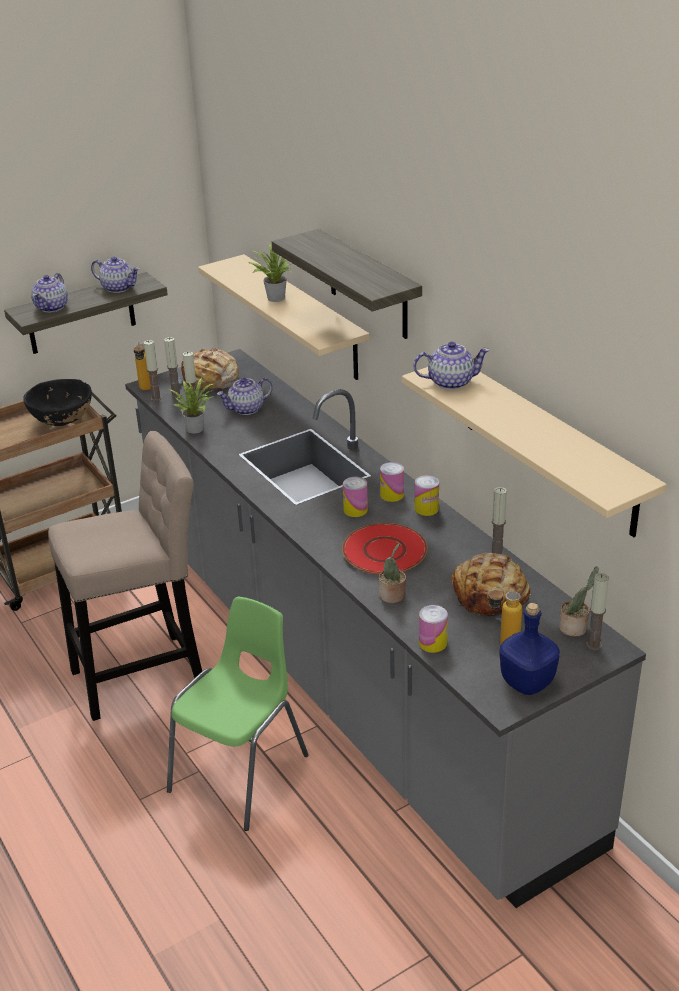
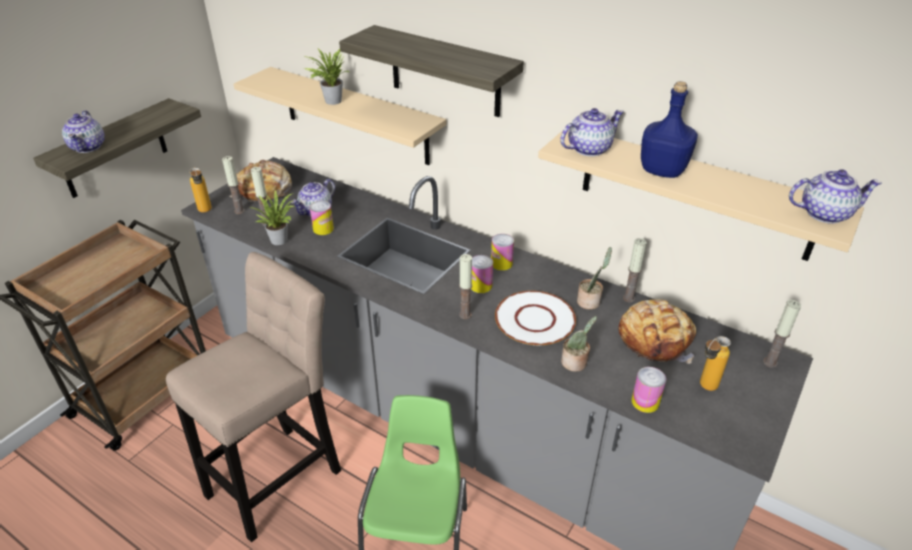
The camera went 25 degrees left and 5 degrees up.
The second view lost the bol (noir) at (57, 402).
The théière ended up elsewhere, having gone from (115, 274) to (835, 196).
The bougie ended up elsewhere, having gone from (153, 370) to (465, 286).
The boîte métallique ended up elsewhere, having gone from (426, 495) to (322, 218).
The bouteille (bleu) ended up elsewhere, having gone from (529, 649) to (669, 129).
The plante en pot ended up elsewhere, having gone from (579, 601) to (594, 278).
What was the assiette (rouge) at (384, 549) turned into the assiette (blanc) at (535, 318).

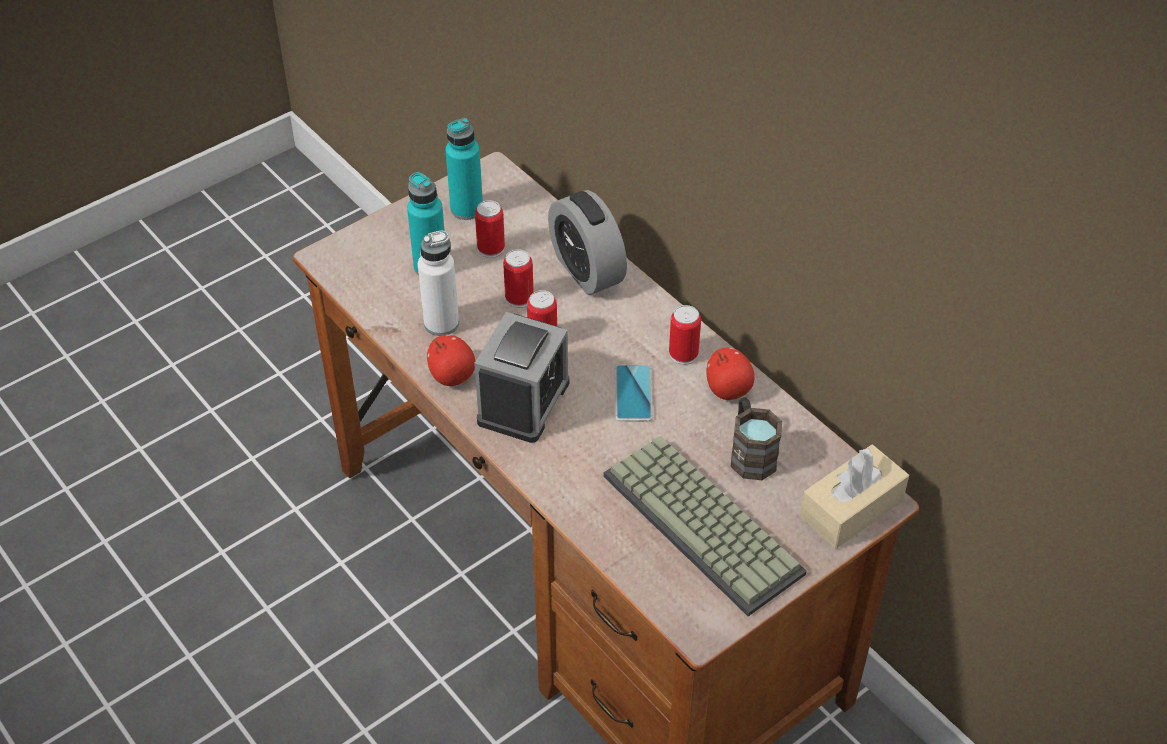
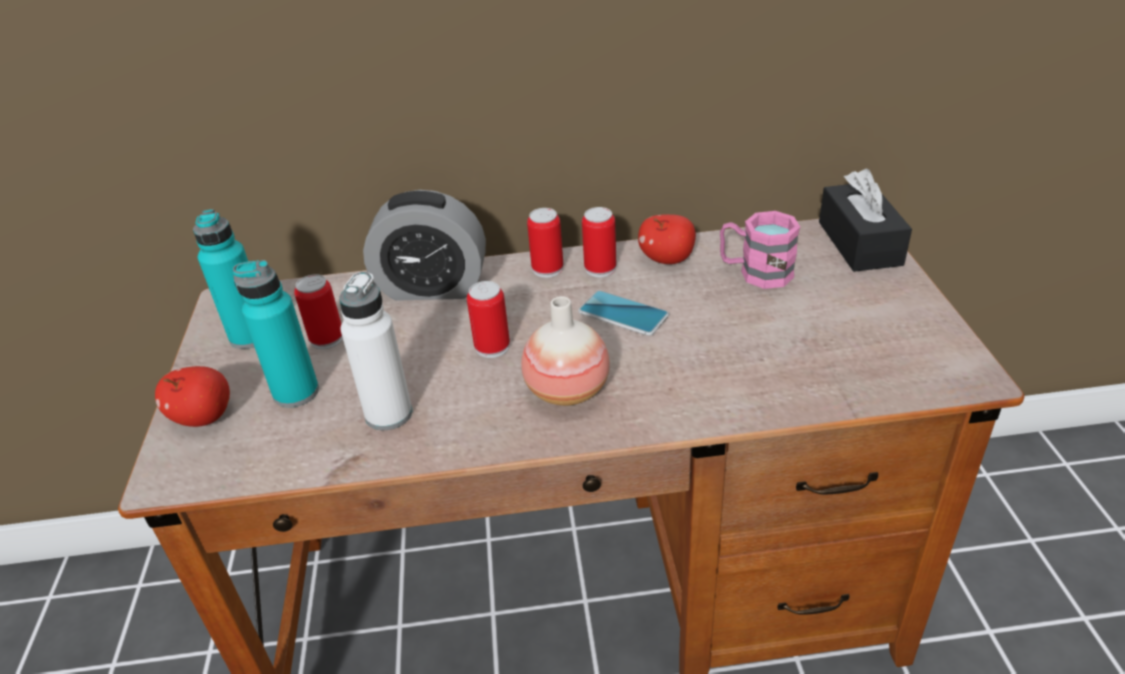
The camera went 55 degrees left and 10 degrees down.
The second view lost the clavier at (705, 526).
The pomme ended up elsewhere, having gone from (451, 360) to (192, 396).
The boîte métallique ended up elsewhere, having gone from (518, 278) to (545, 243).
Where the réveil stood at (522, 377), the vase came to stand at (565, 351).
What was the mug (marron) at (756, 438) turned into the mug (rose) at (760, 250).
What was the boîte à mouchoirs (beige) at (854, 497) turned into the boîte à mouchoirs (noir) at (865, 220).

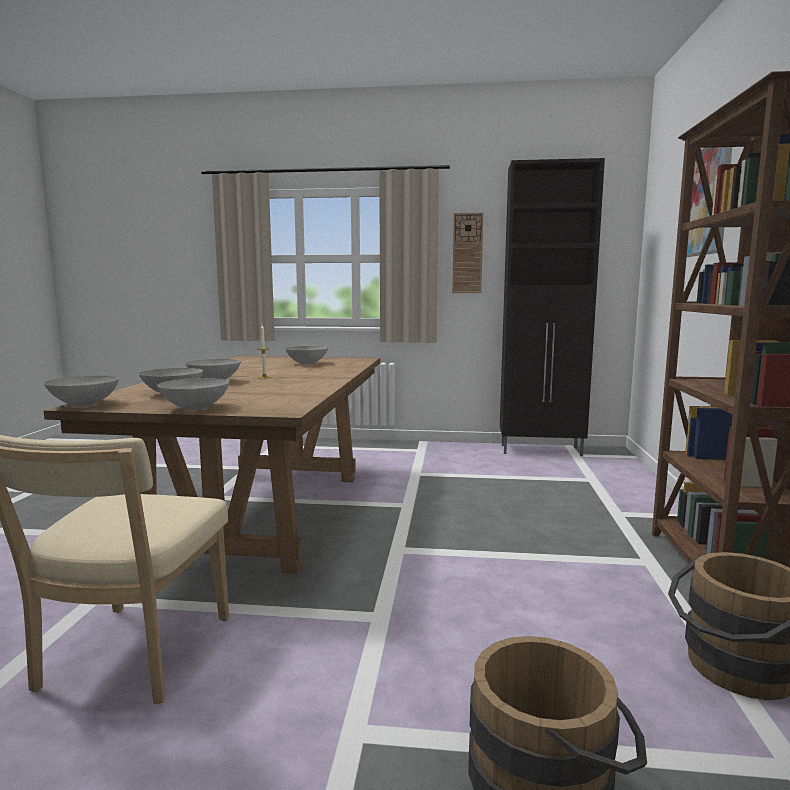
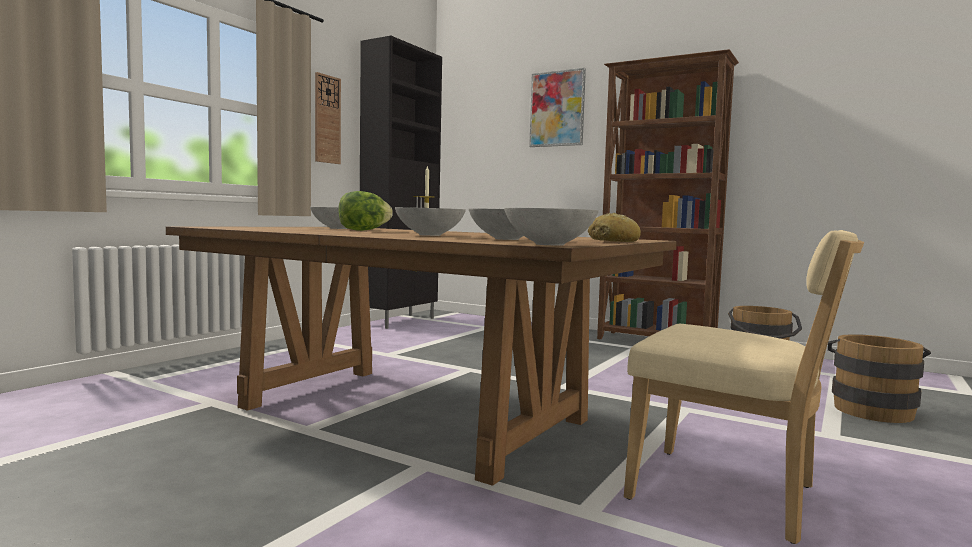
The camera went 65 degrees left and 5 degrees down.
The second view gained the laitue at (365, 211).
Where the bol (gris) stood at (193, 394), the pain came to stand at (614, 227).

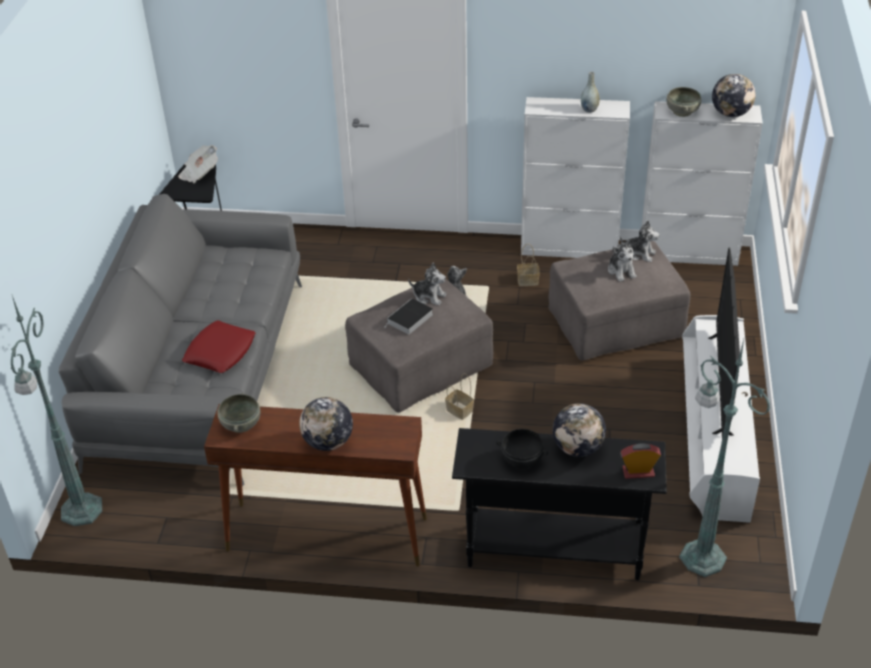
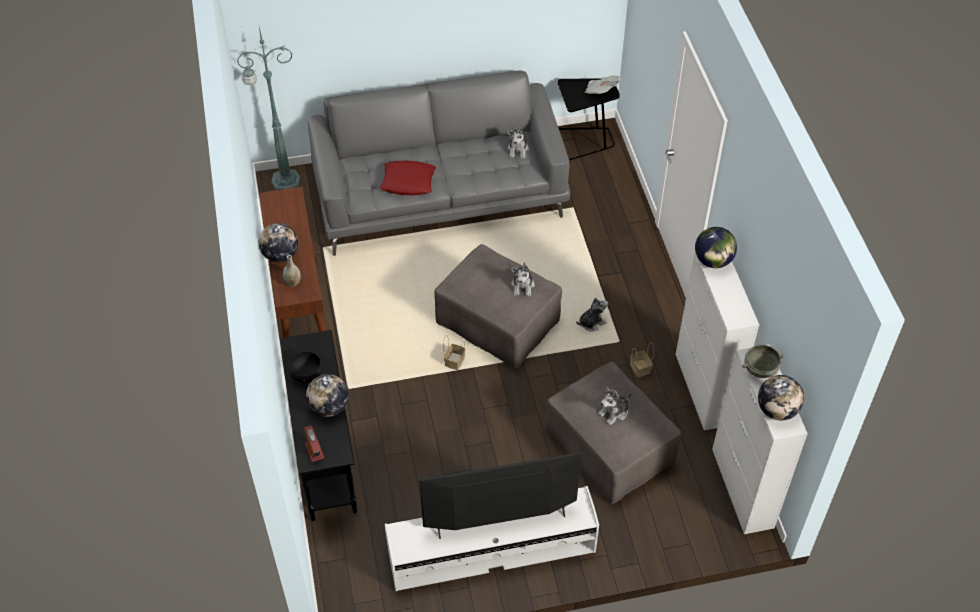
The camera went 70 degrees right and 10 degrees up.
The second view lost the bol (gris) at (238, 413).
The second view lost the livre at (408, 316).
The second view lost the lampadaire (vert) at (725, 458).
The second view gained the globe at (716, 247).
The vase (gris) ended up elsewhere, having gone from (590, 92) to (292, 271).
The peluche ended up elsewhere, having gone from (640, 241) to (518, 142).

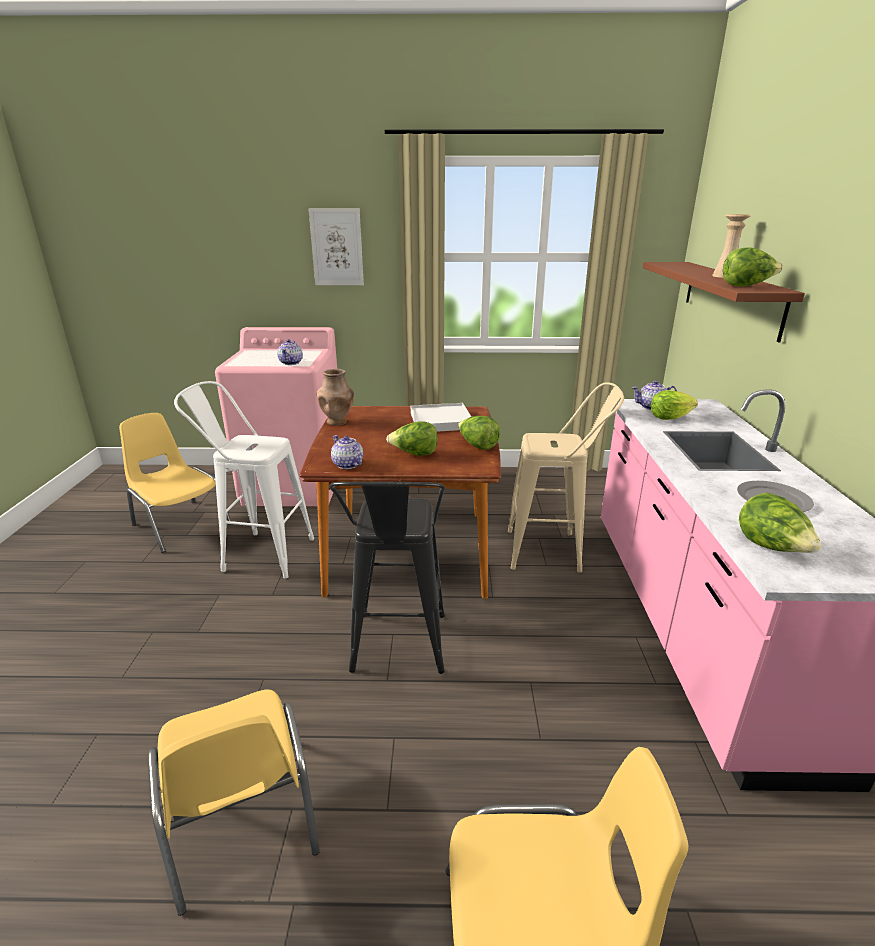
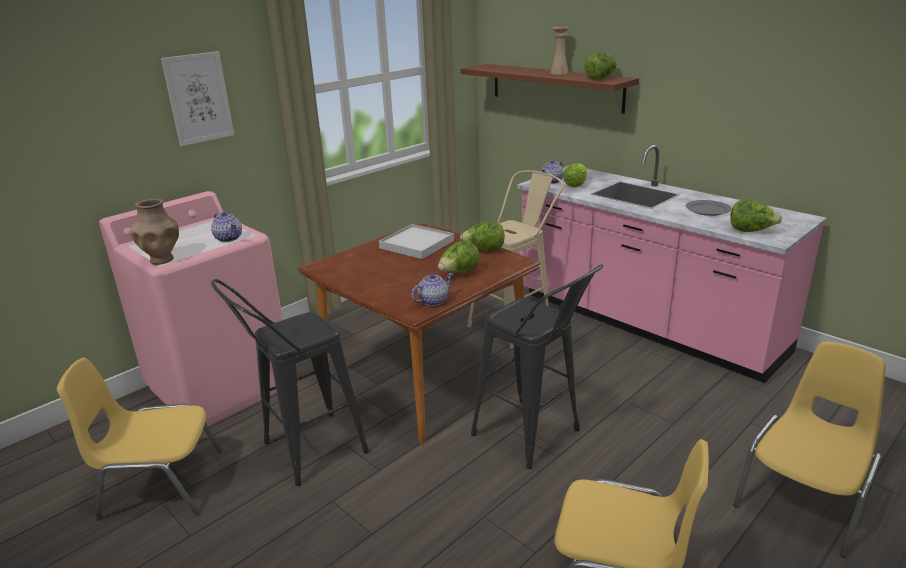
The camera went 45 degrees left and 0 degrees up.
The vase (marron) ended up elsewhere, having gone from (335, 397) to (154, 232).
What was the tabouret (blanc) at (244, 480) turned into the tabouret (noir) at (290, 382).
The théière at (347, 452) ended up facing another way, 135 degrees clockwise from before.

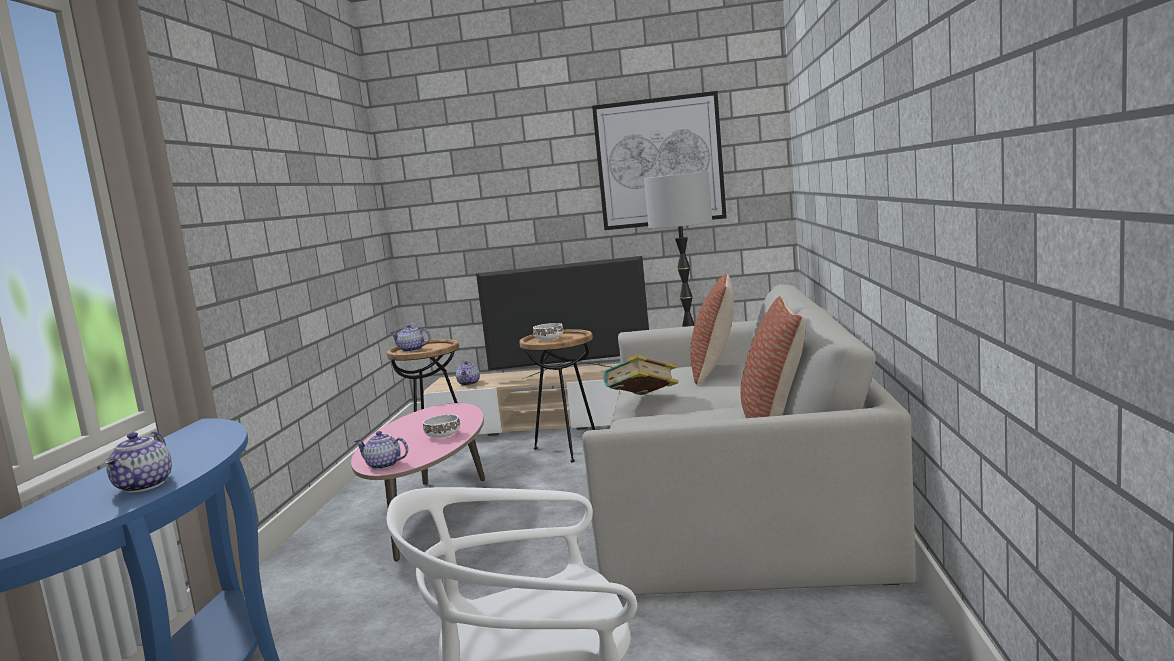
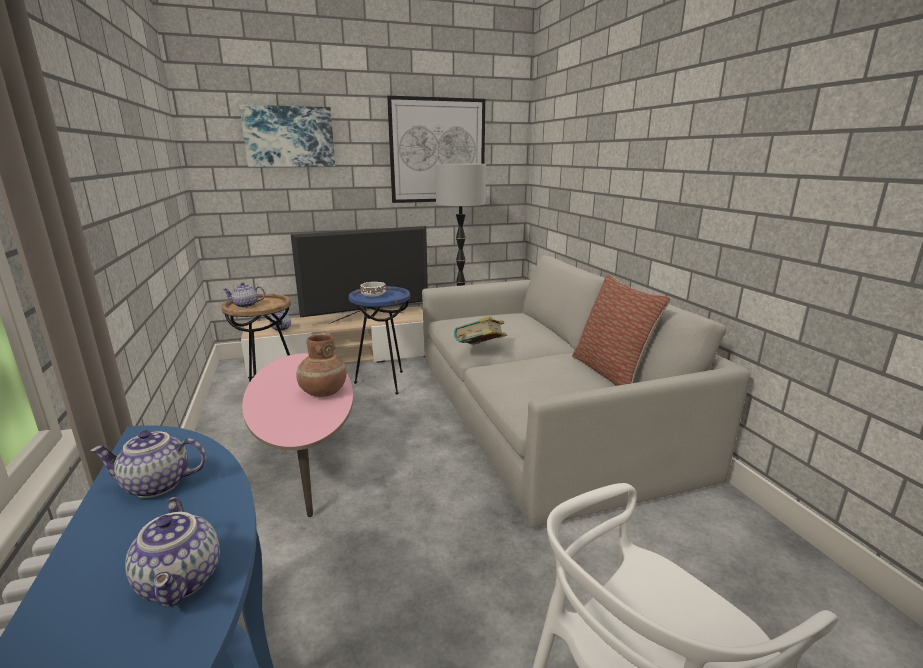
The camera went 25 degrees left and 10 degrees up.
The second view lost the coussin at (712, 329).
The second view gained the tableau at (287, 136).
The théière ended up elsewhere, having gone from (381, 450) to (148, 464).
Where the bol (blanc) stood at (441, 426), the vase (marron) came to stand at (321, 365).
What was the table d'appoint (marron) at (557, 395) turned into the table d'appoint (bleu) at (379, 340).

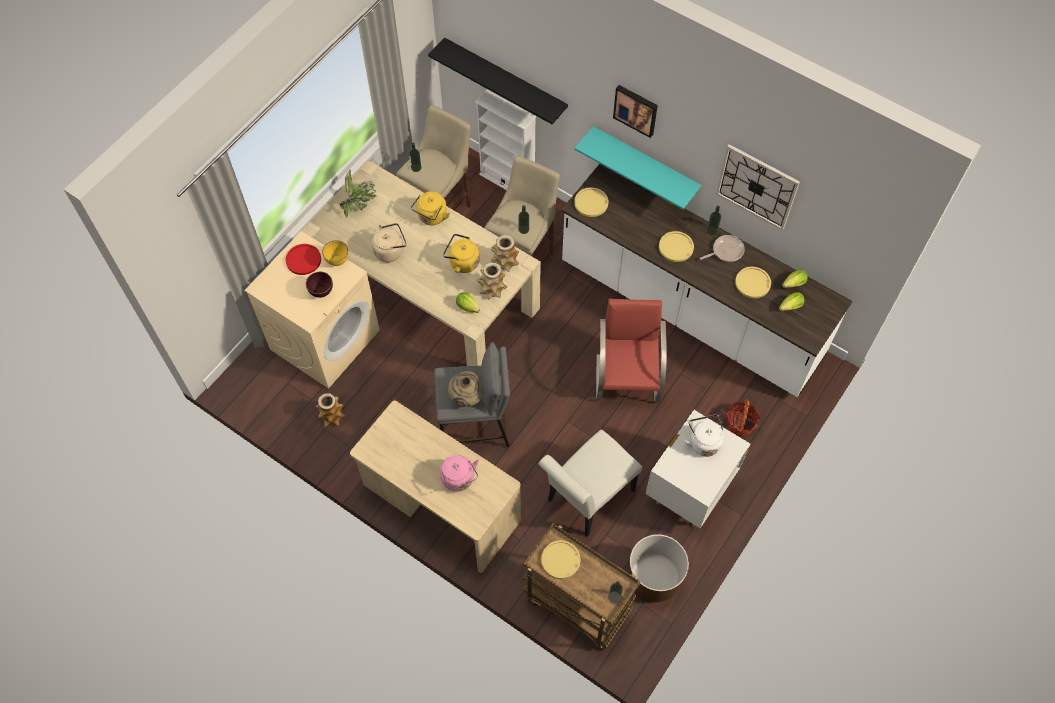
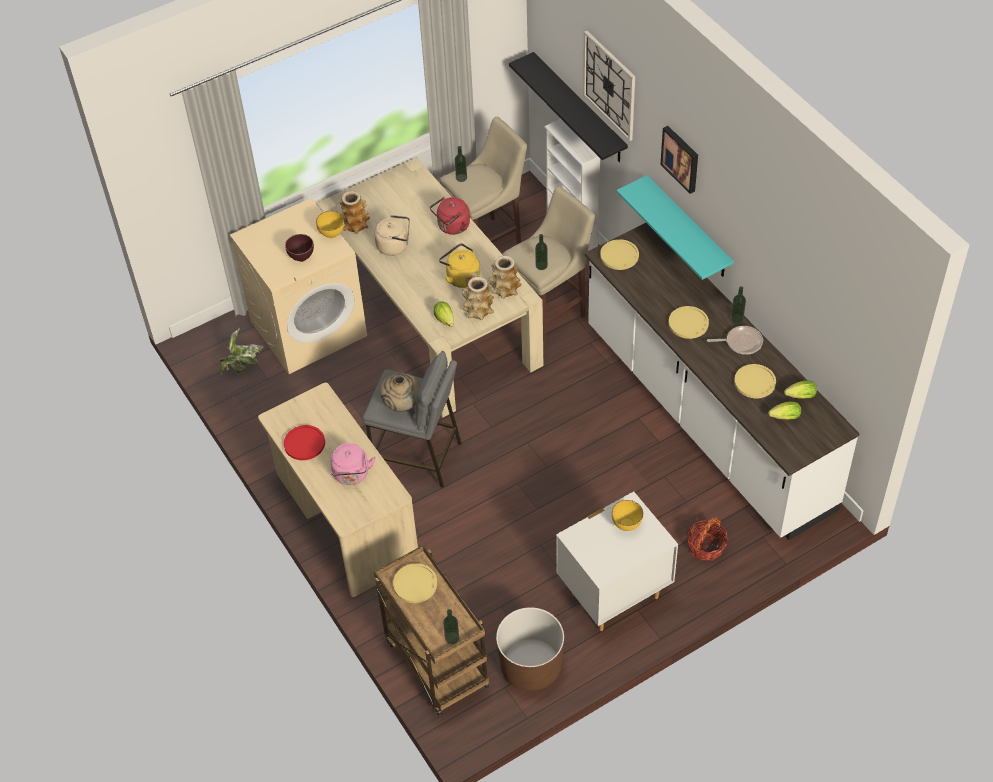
The camera went 25 degrees right and 10 degrees down.
The second view lost the chaise (blanc) at (590, 483).
The second view lost the chaise (rouge) at (631, 350).
The assiette (rouge) ended up elsewhere, having gone from (303, 259) to (304, 442).
The vase ended up elsewhere, having gone from (331, 410) to (354, 212).
The plante en pot ended up elsewhere, having gone from (358, 193) to (242, 350).
The horloge murale ended up elsewhere, having gone from (758, 187) to (609, 86).
Where the bouilloire (blanc) stood at (704, 436), the bol (jaune) came to stand at (627, 515).
What was the bouilloire (jaune) at (430, 208) turned into the bouilloire (rouge) at (450, 216).

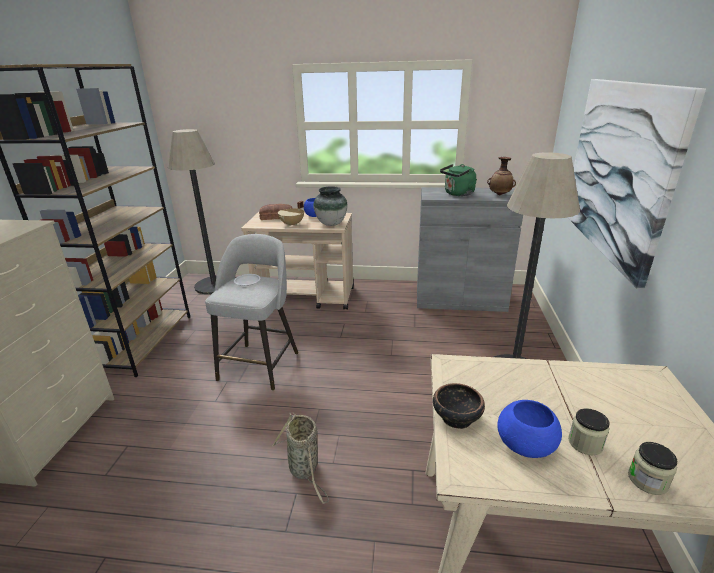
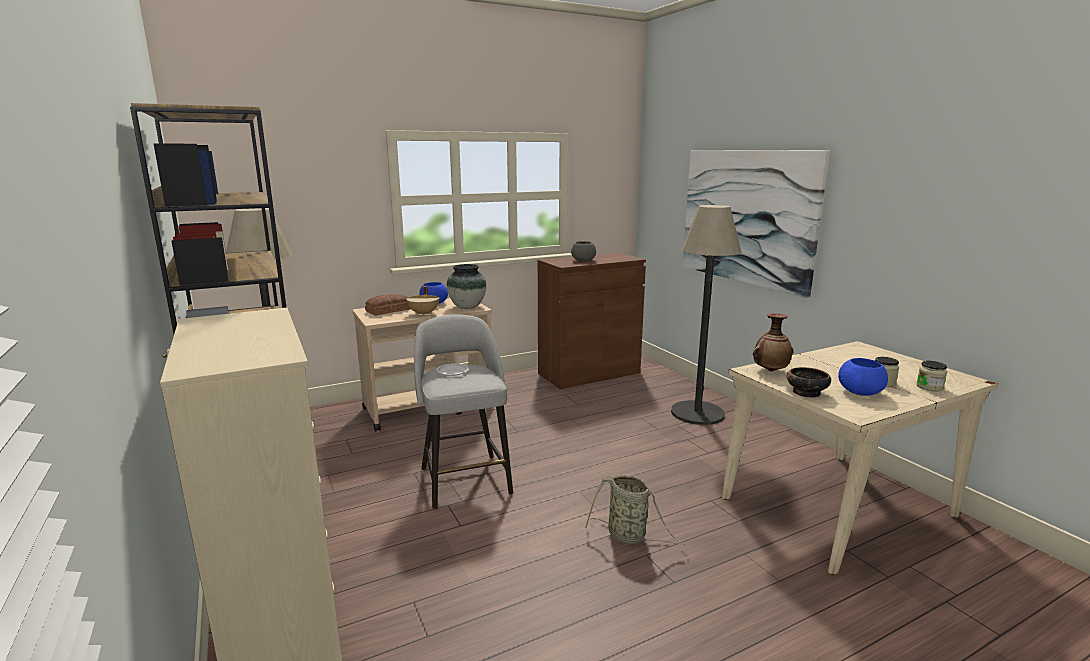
The camera went 35 degrees left and 10 degrees down.
The vase ended up elsewhere, having gone from (501, 176) to (773, 342).
Where the bouilloire (vert) stood at (458, 180), the bol (gris) came to stand at (583, 251).
What was the meuble de rangement (gris) at (470, 249) turned into the meuble de rangement (marron) at (592, 320).

